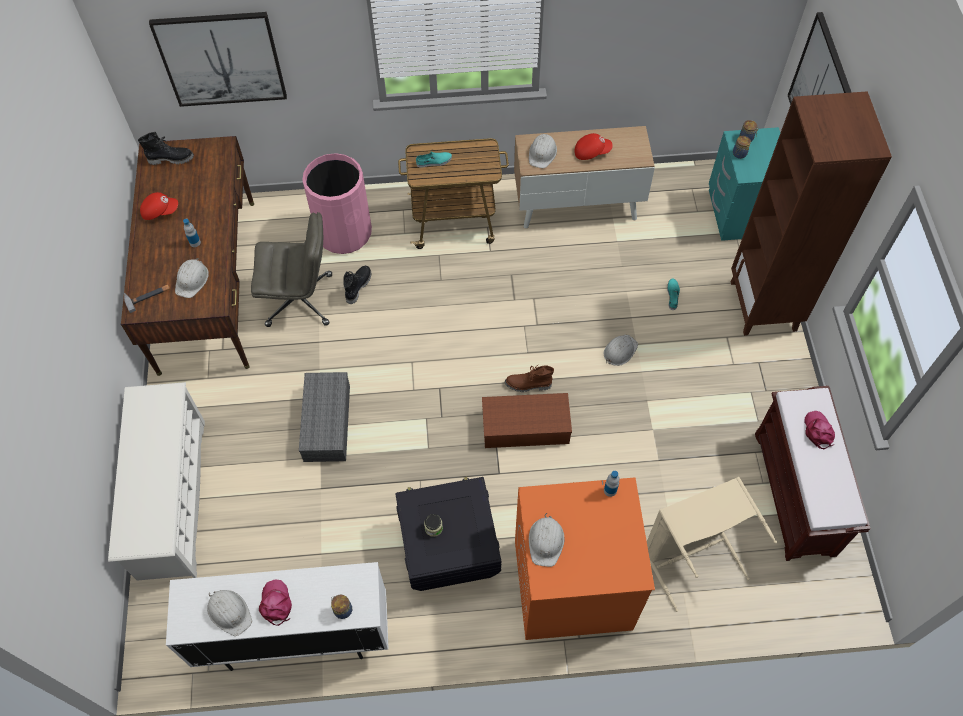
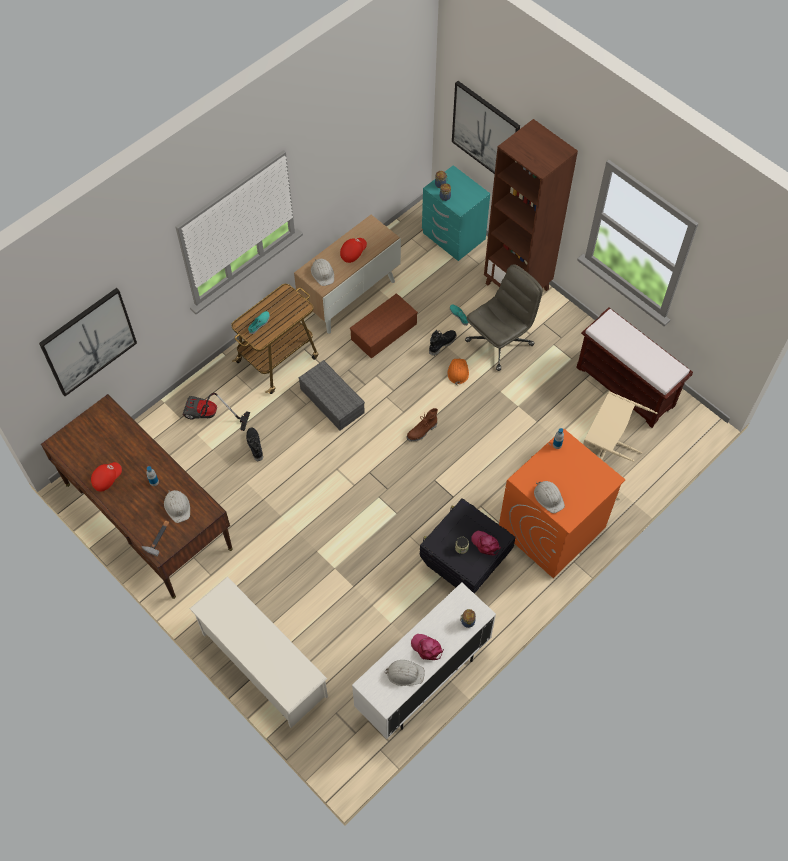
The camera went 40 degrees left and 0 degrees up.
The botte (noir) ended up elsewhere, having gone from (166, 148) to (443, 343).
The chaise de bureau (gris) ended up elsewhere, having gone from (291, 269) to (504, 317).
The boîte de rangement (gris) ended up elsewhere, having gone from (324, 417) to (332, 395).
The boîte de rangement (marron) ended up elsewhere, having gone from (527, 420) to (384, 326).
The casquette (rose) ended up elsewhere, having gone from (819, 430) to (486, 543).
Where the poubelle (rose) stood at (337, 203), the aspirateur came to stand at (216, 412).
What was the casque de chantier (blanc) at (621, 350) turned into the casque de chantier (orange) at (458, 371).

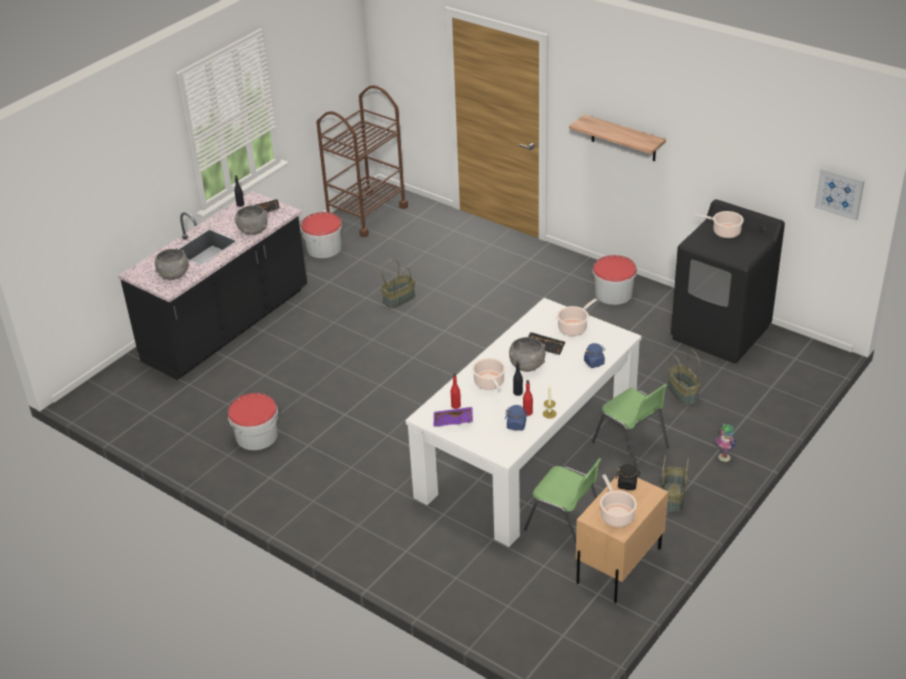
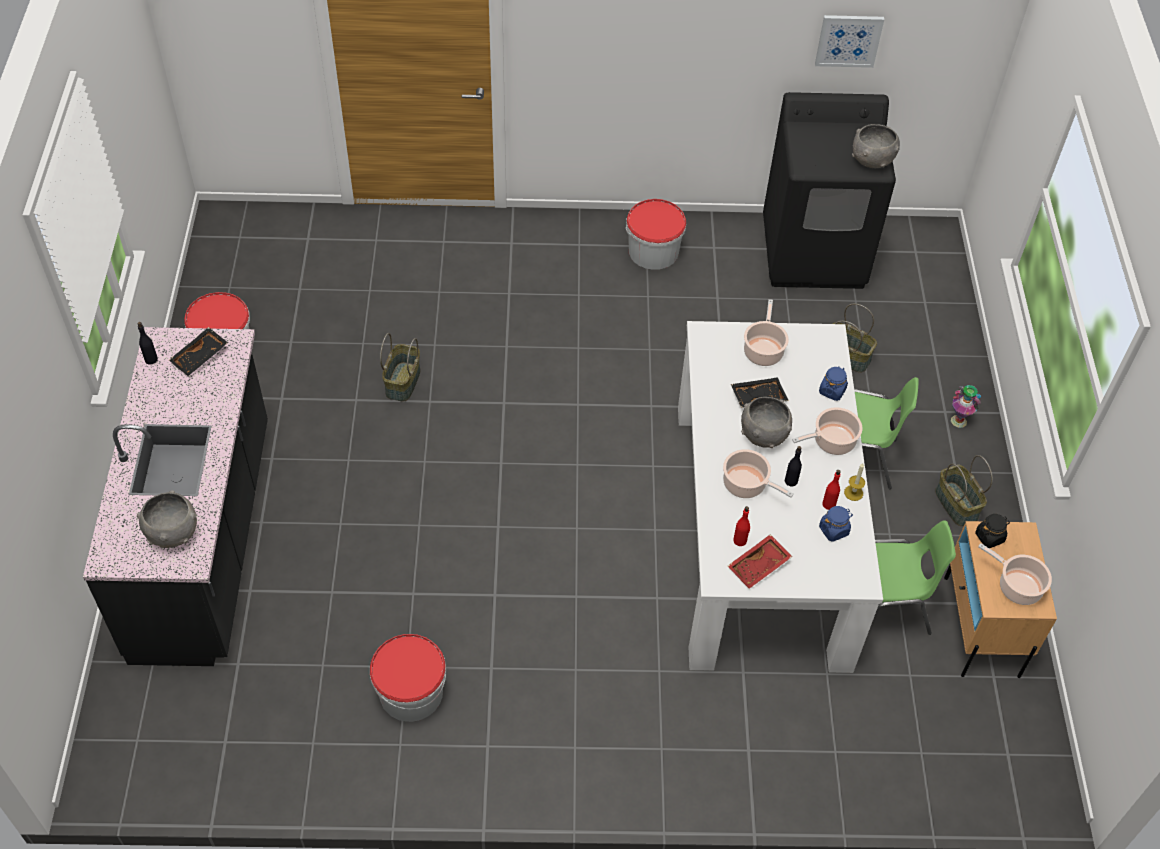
The camera went 40 degrees left and 15 degrees up.
The second view lost the chariot (marron) at (362, 161).
The second view lost the étagère at (617, 137).
The bol (gris) ended up elsewhere, having gone from (251, 220) to (876, 146).
The marmite ended up elsewhere, having gone from (719, 224) to (827, 431).
The tableau ended up elsewhere, having gone from (839, 194) to (849, 41).
What was the plateau (violet) at (453, 417) turned into the plateau (rouge) at (760, 561).

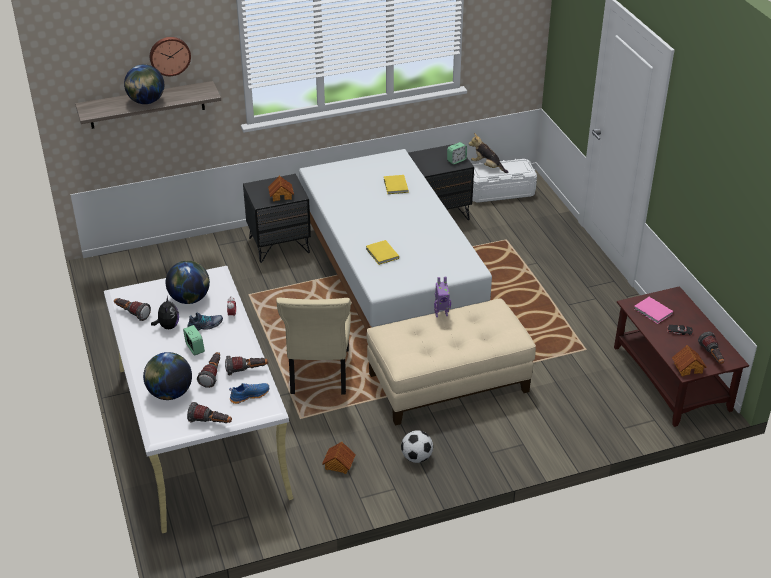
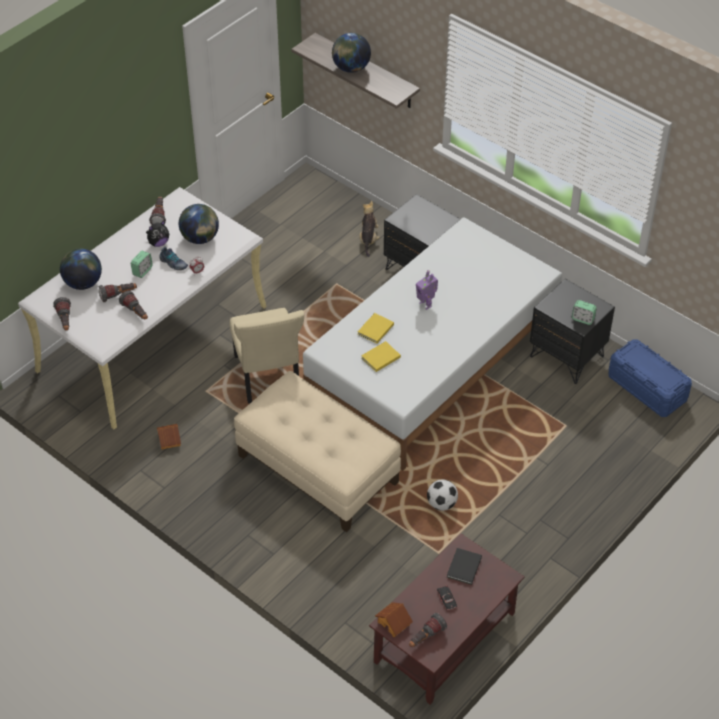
The camera went 60 degrees right and 10 degrees up.
The second view lost the horloge murale at (170, 56).
The second view lost the chaussure (bleu) at (249, 393).
The second view lost the maison miniature at (281, 188).
The livre (jaune) ended up elsewhere, having gone from (396, 184) to (381, 356).
The ballon de foot ended up elsewhere, having gone from (417, 446) to (442, 495).
The robot jouet ended up elsewhere, having gone from (442, 296) to (427, 290).
The peluche ended up elsewhere, having gone from (488, 153) to (369, 229).
What was the boîte de rangement (blanc) at (504, 181) turned into the boîte de rangement (bleu) at (650, 378).
What was the livre (rose) at (653, 310) turned into the livre (noir) at (464, 566).
The chaise (beige) at (313, 346) ended up facing another way, 75 degrees counterclockwise from before.

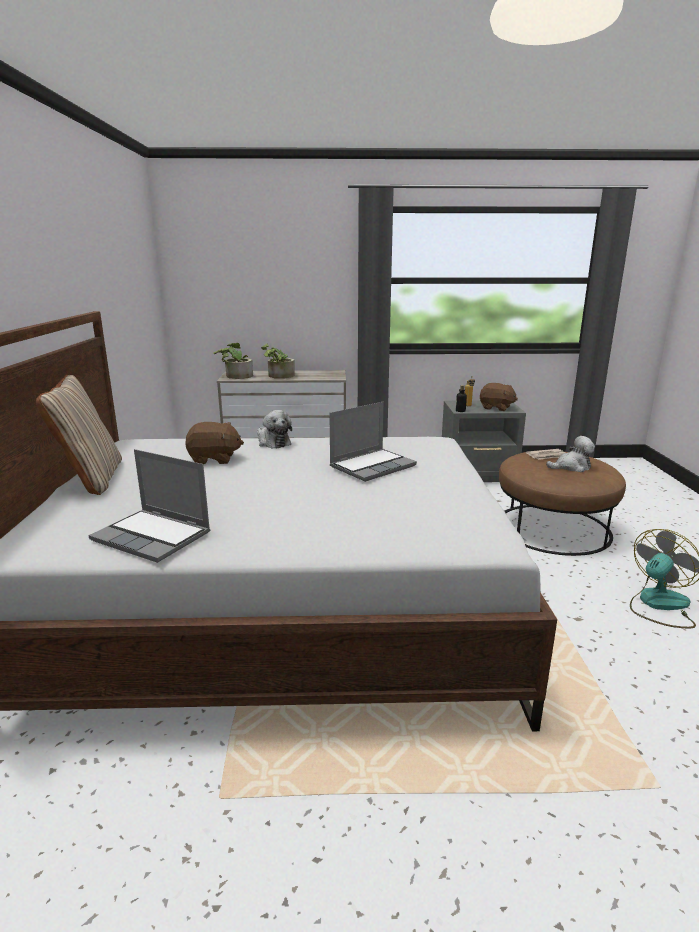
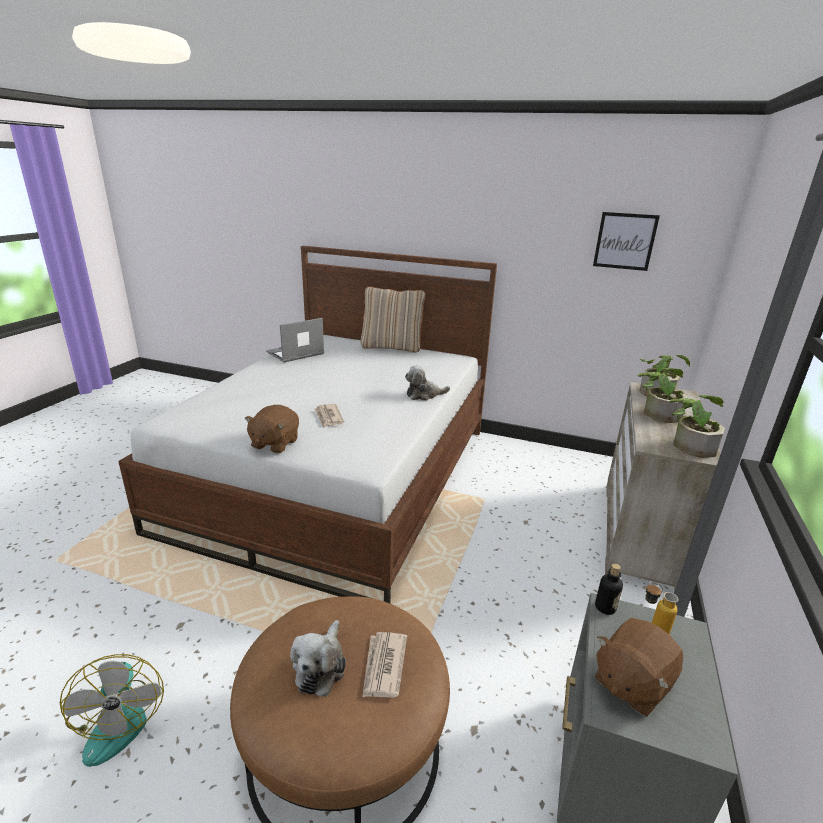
The camera went 110 degrees right and 5 degrees up.
The second view gained the tableau at (626, 241).
The second view gained the plante en pot at (697, 426).
The peluche (marron) ended up elsewhere, having gone from (214, 443) to (271, 429).
Where the ordinateur portable stood at (373, 442), the journal came to stand at (329, 416).

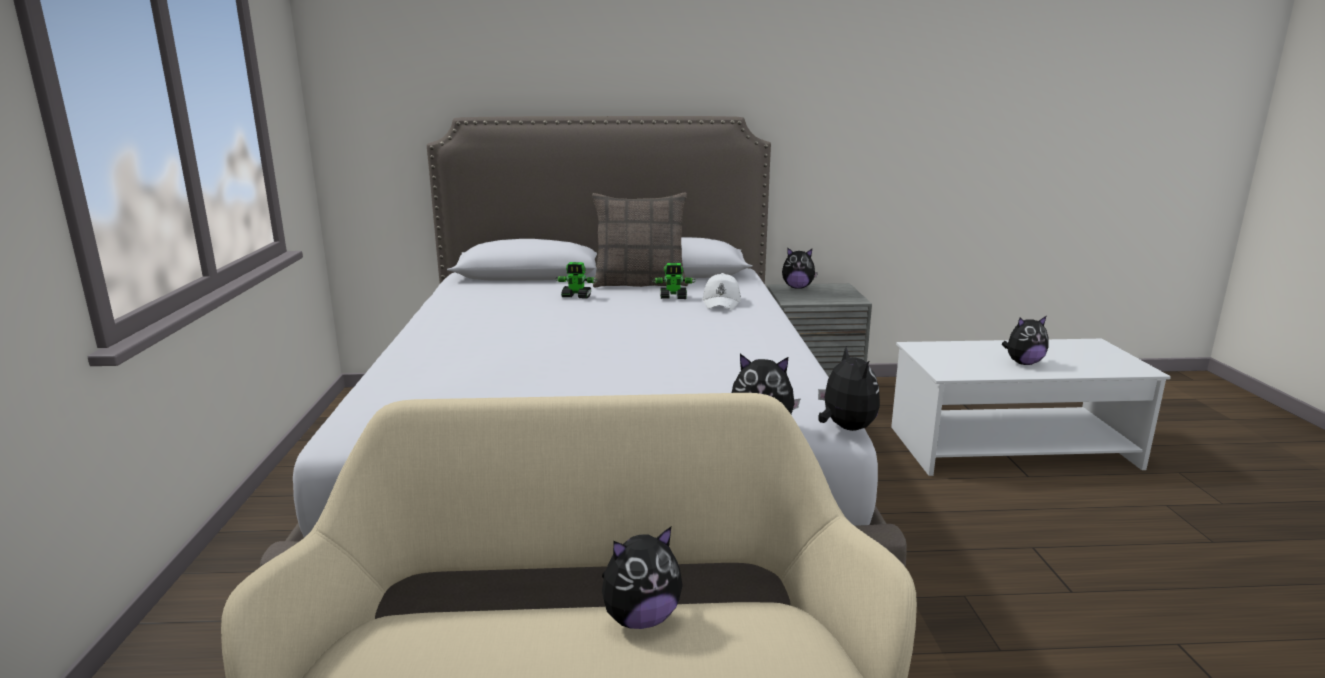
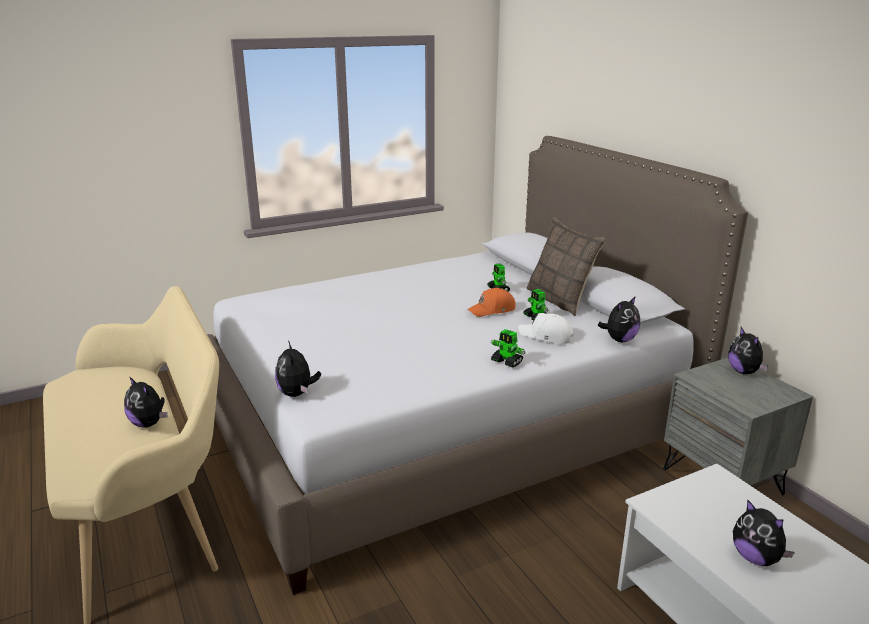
The camera went 65 degrees right and 5 degrees up.
The second view gained the casquette (orange) at (491, 302).
The second view gained the robot jouet at (508, 348).
The peluche ended up elsewhere, having gone from (849, 388) to (619, 319).
The casquette (blanc) at (721, 291) ended up facing another way, 45 degrees clockwise from before.

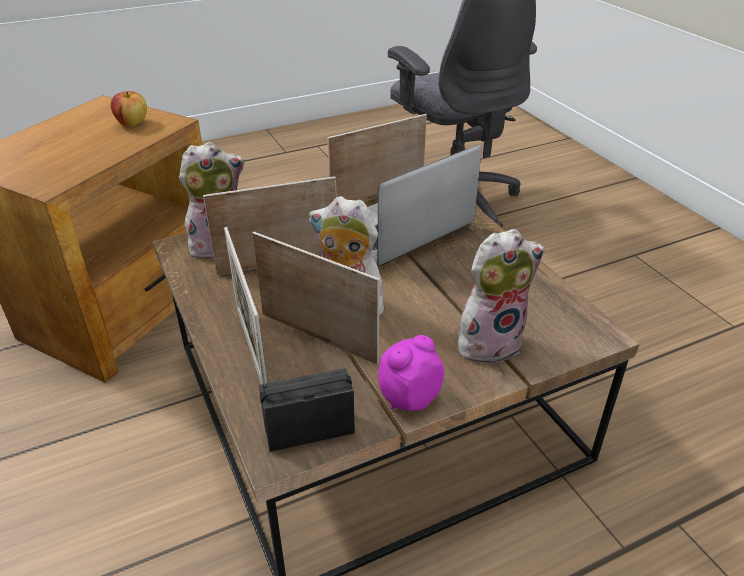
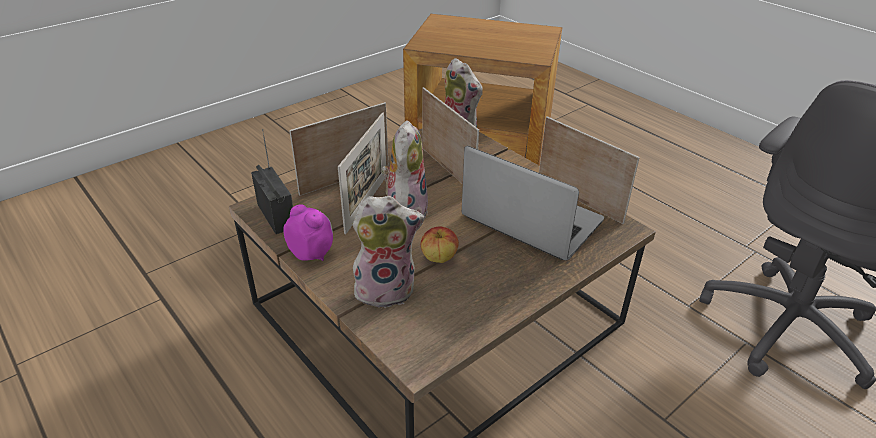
The camera went 75 degrees right and 0 degrees up.
The pomme ended up elsewhere, having gone from (129, 109) to (440, 244).
The peluche at (501, 296) ended up facing another way, 60 degrees counterclockwise from before.

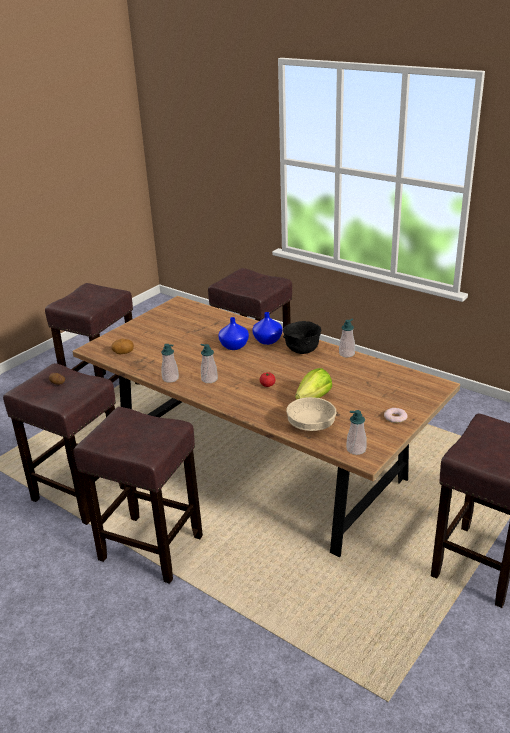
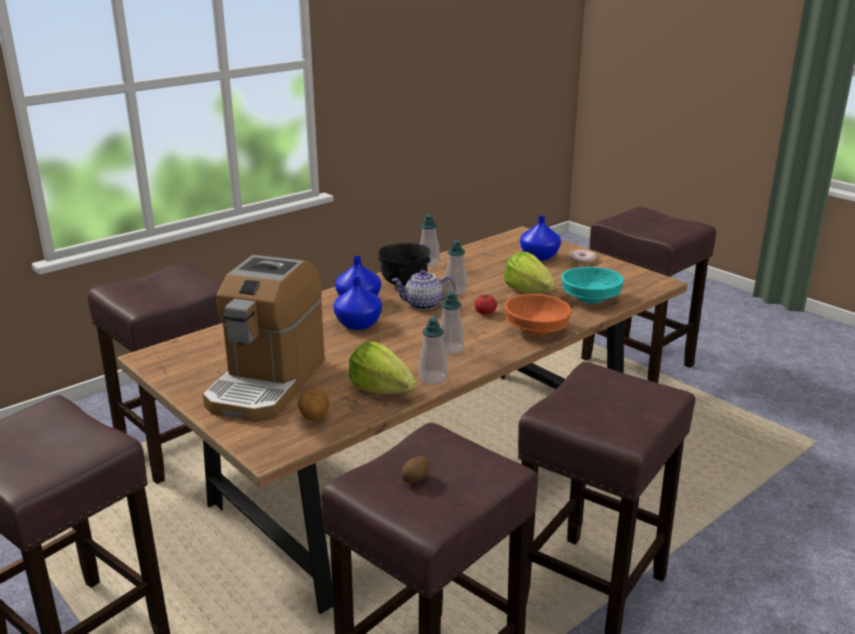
The camera went 80 degrees left and 5 degrees down.
The second view gained the machine à café at (264, 338).
The second view gained the laitue at (382, 367).
The second view gained the théière at (423, 290).
The second view gained the bol (orange) at (538, 315).
The second view gained the vase (bleu) at (540, 238).
The distributeur de savon ended up elsewhere, having gone from (356, 432) to (455, 267).
What was the bol (beige) at (311, 414) turned into the bol (turquoise) at (592, 285).

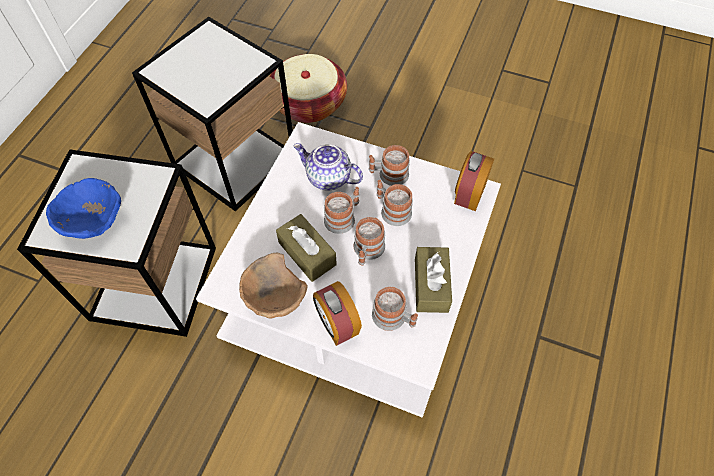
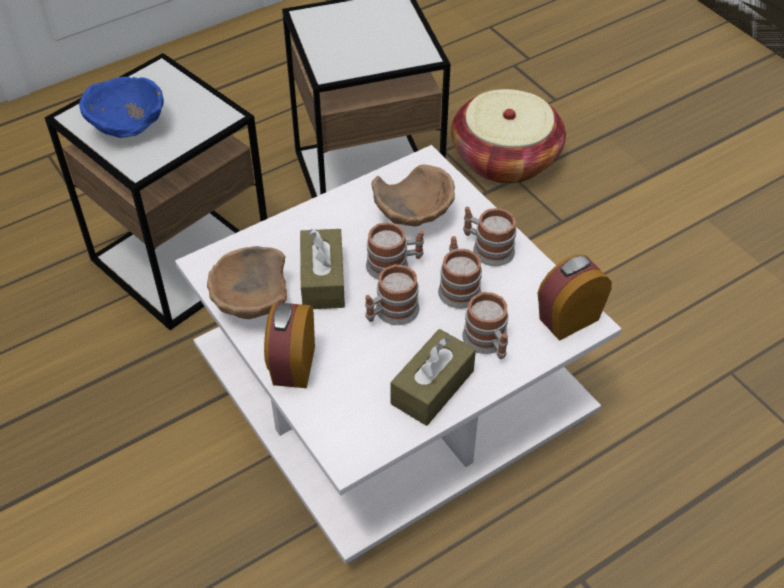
The camera went 35 degrees right and 10 degrees down.
The mug ended up elsewhere, having gone from (395, 309) to (485, 325).
Where the théière stood at (328, 167), the bol (marron) came to stand at (413, 195).

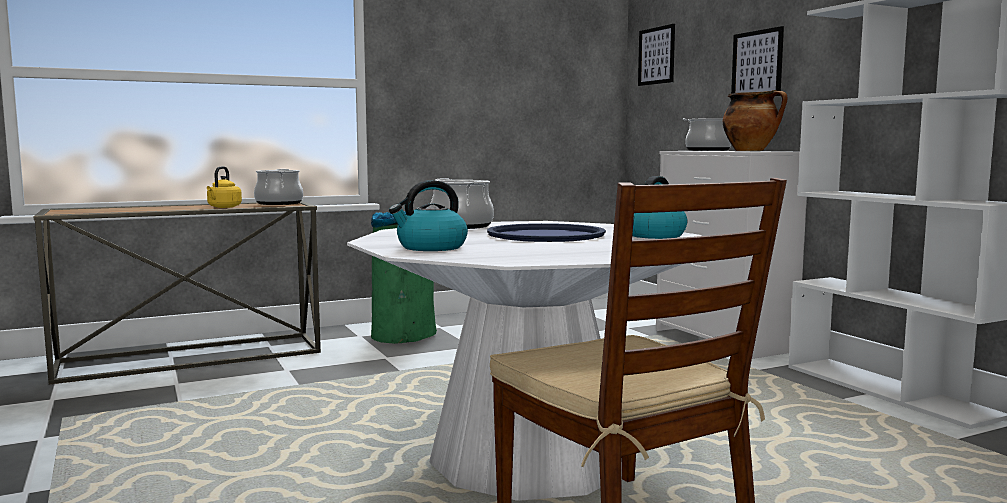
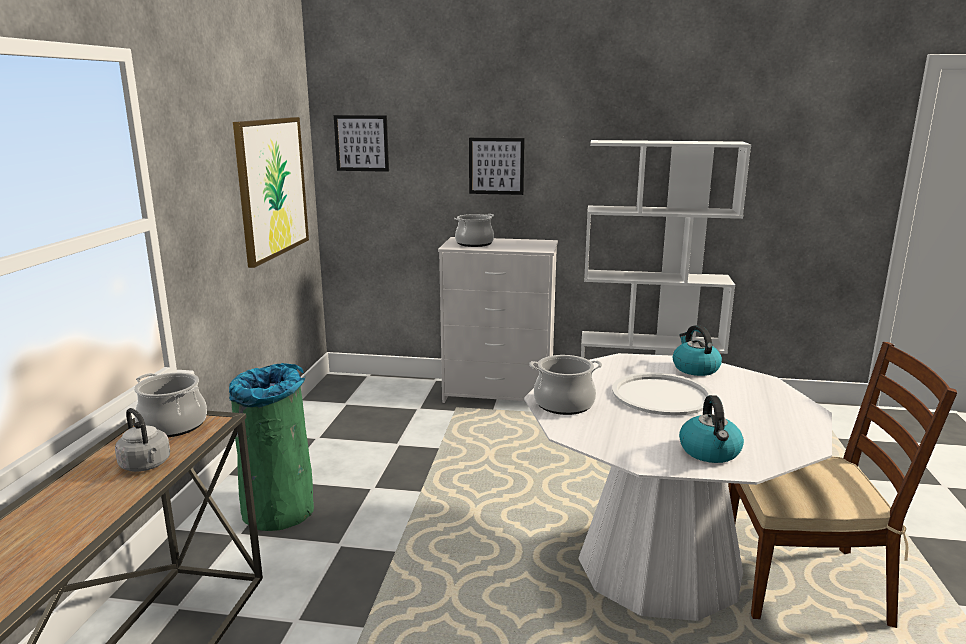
The camera went 55 degrees left and 10 degrees up.
The second view lost the marmite at (755, 120).
The second view gained the tableau at (271, 192).
What was the bouilloire (jaune) at (224, 187) turned into the bouilloire (gris) at (142, 440).
What was the plateau (bleu) at (546, 232) turned into the plateau (blanc) at (662, 394).

